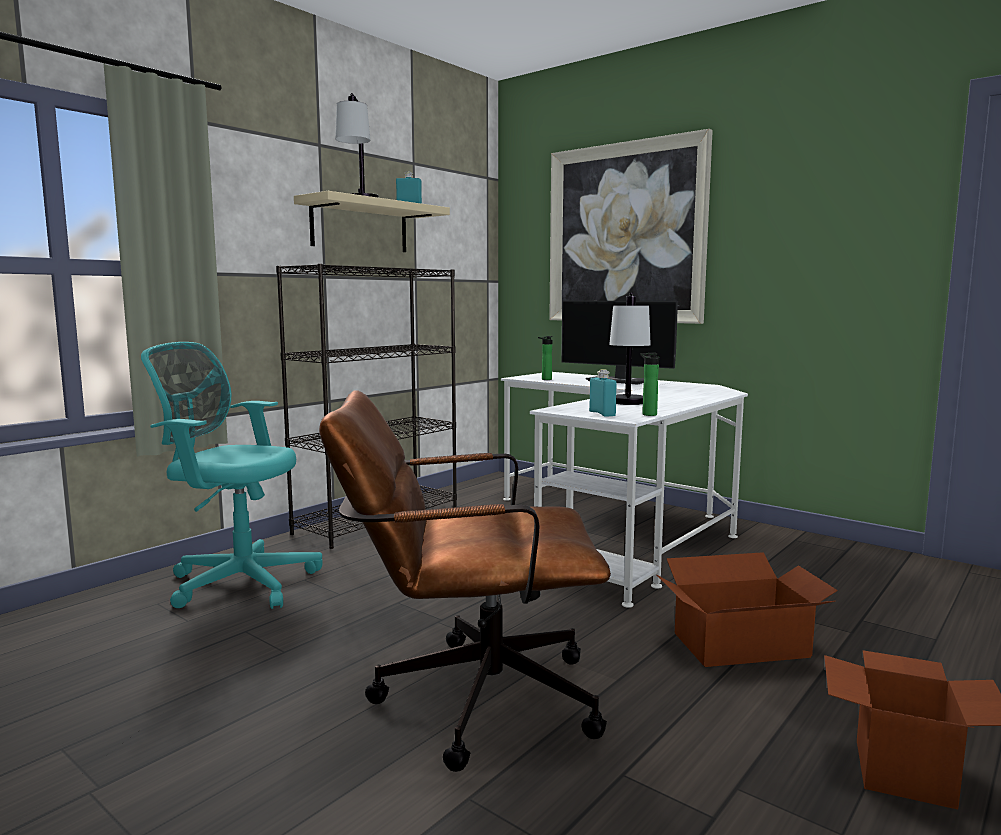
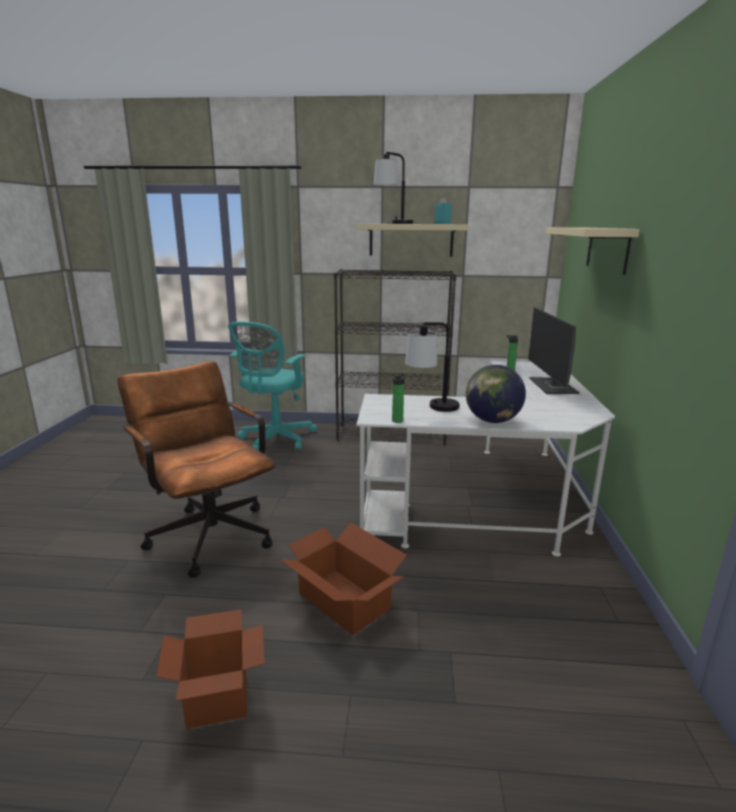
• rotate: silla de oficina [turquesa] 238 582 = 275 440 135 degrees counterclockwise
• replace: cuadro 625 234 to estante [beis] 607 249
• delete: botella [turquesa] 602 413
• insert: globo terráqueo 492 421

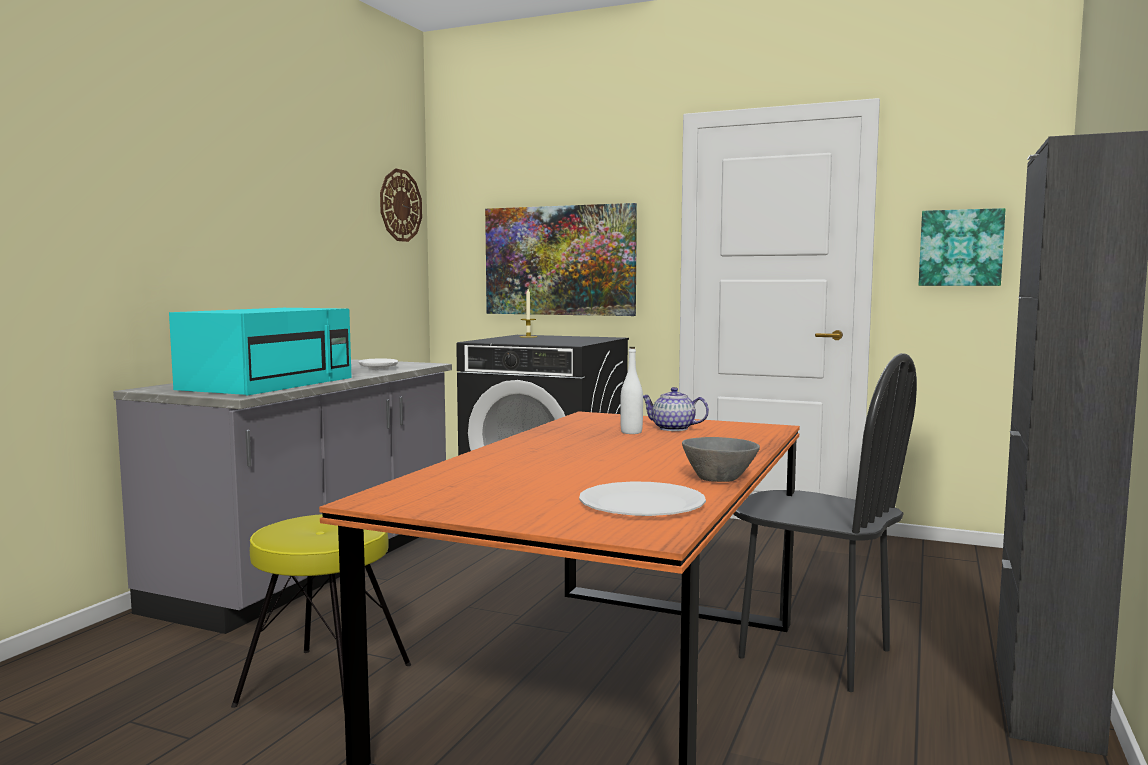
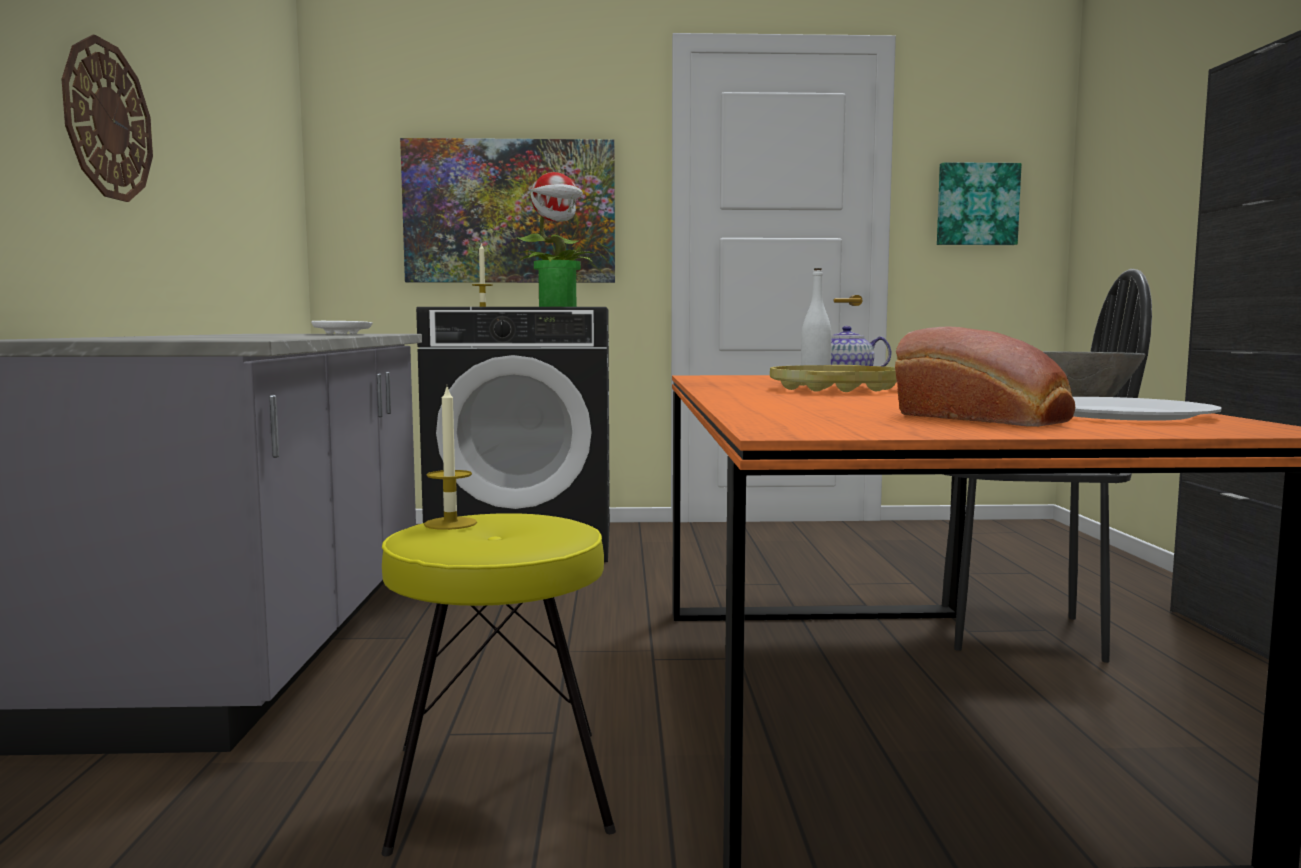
• delete: microondas [turquesa] 269 383
• move: reloj de pared 400 205 to 107 121
• insert: vela 450 523
• insert: planta en maceta 558 306
• insert: bandeja [amarillo] 836 389
• insert: pan 986 419

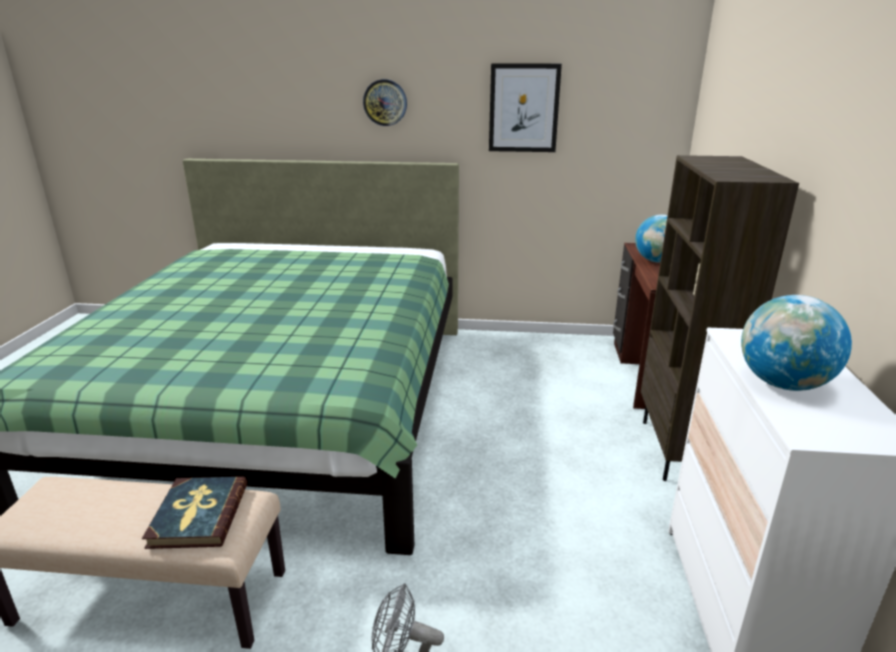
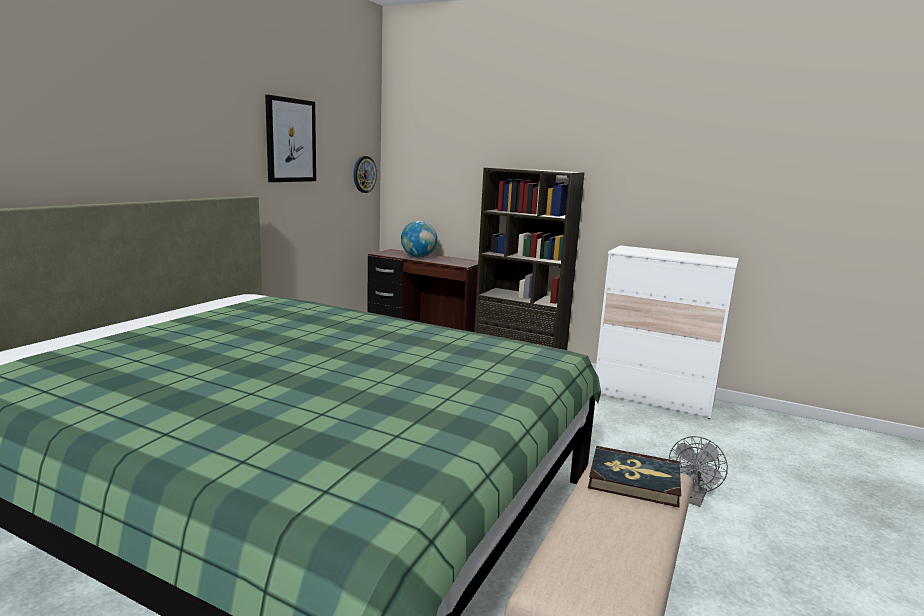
• move: reloj de pared 385 102 to 364 174
• delete: globo terráqueo 782 384

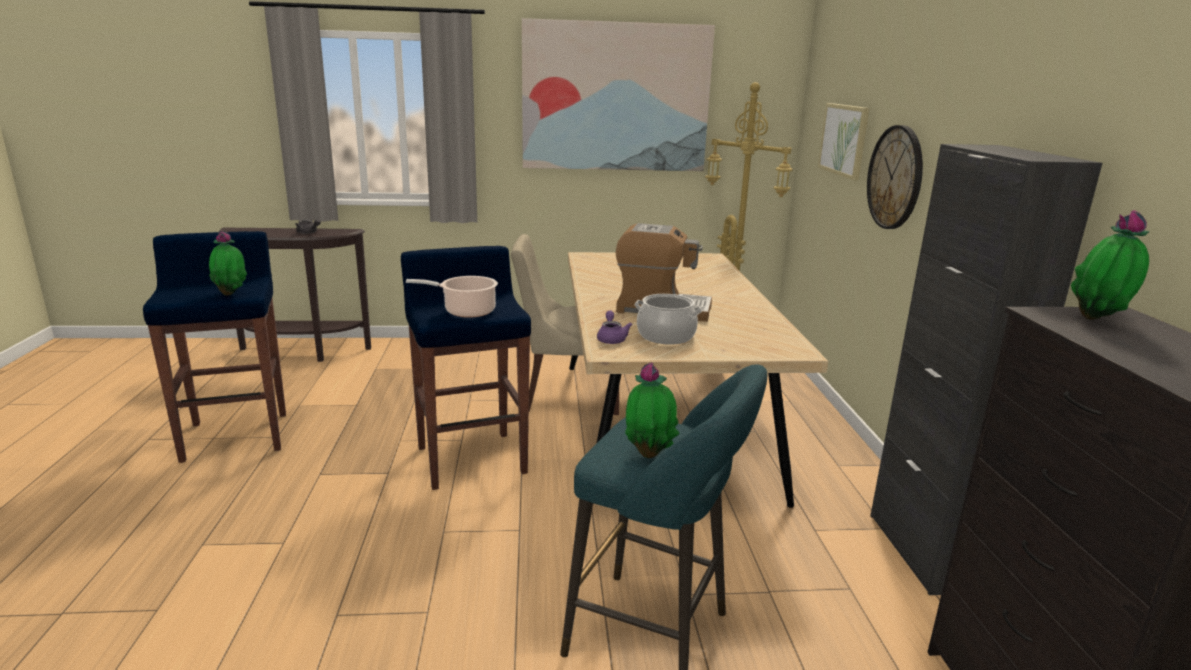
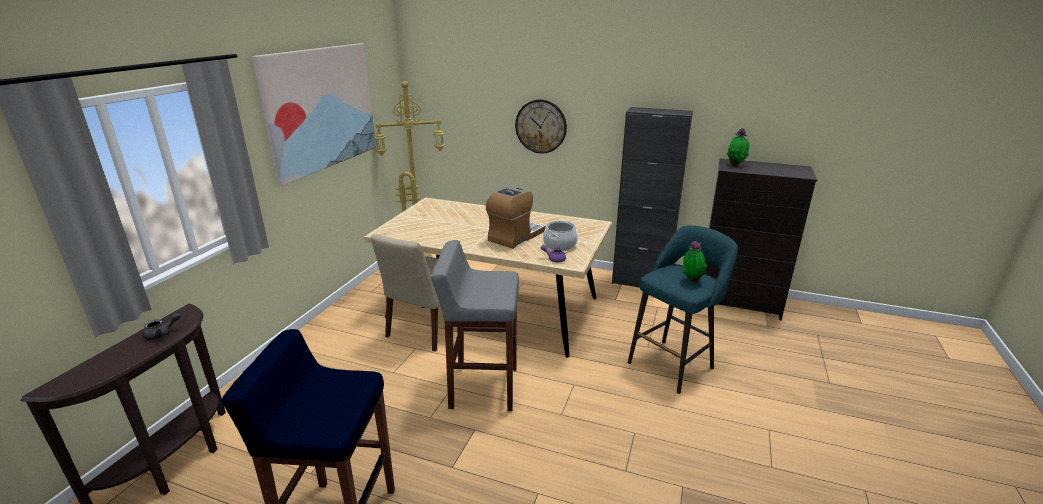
• delete: planta en maceta 231 294
• recolor: taburete [azul] 471 459 to taburete [gris] 482 387
• delete: olla 466 311
• delete: cuadro 844 140

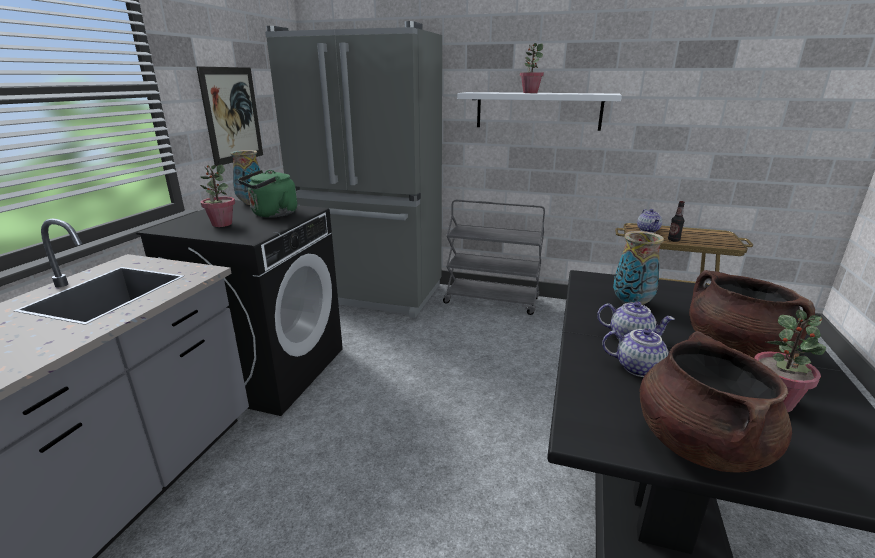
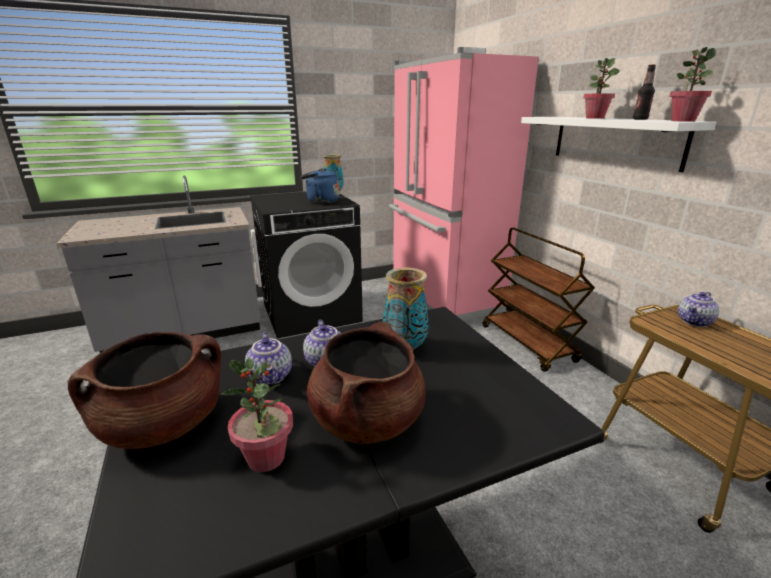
• delete: cuadro 232 115
• move: planta en maceta 221 224 to 682 121
• recolor: hervidor [verde] 272 214 to hervidor [azul] 321 201
• recolor: nevera [gris] 372 294 to nevera [rosa] 442 297
• recolor: carrito [gris] 492 301 to carrito [marrón] 528 344
• move: botella 673 240 to 640 119

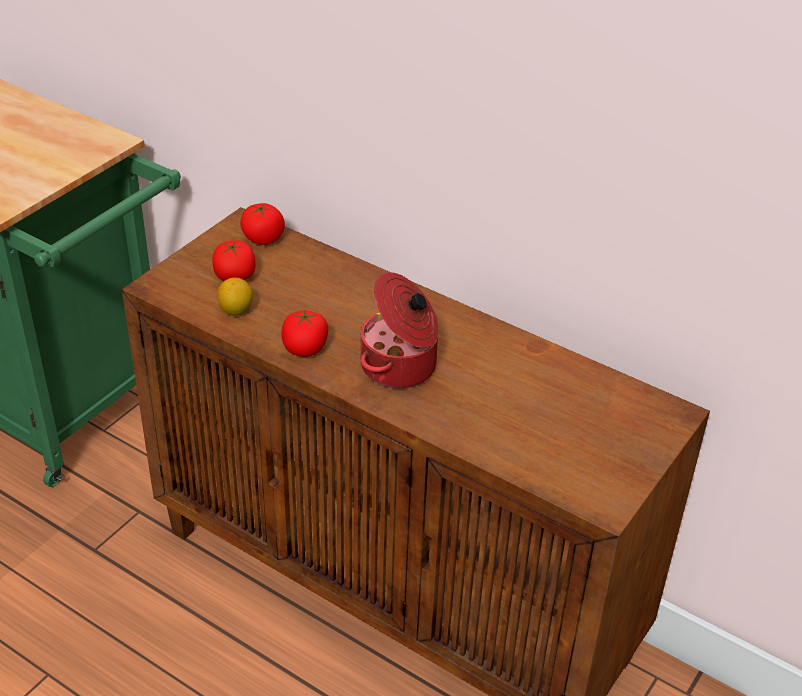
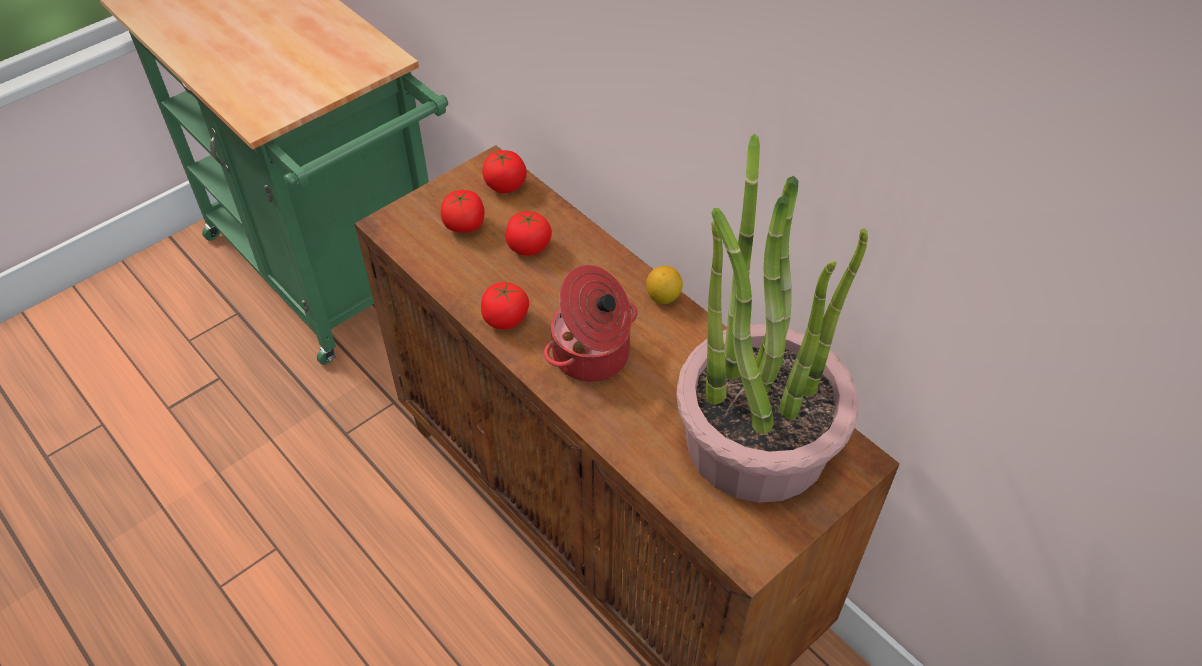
• move: limón 236 311 to 663 297
• insert: tomate 529 246
• insert: planta en maceta 756 439

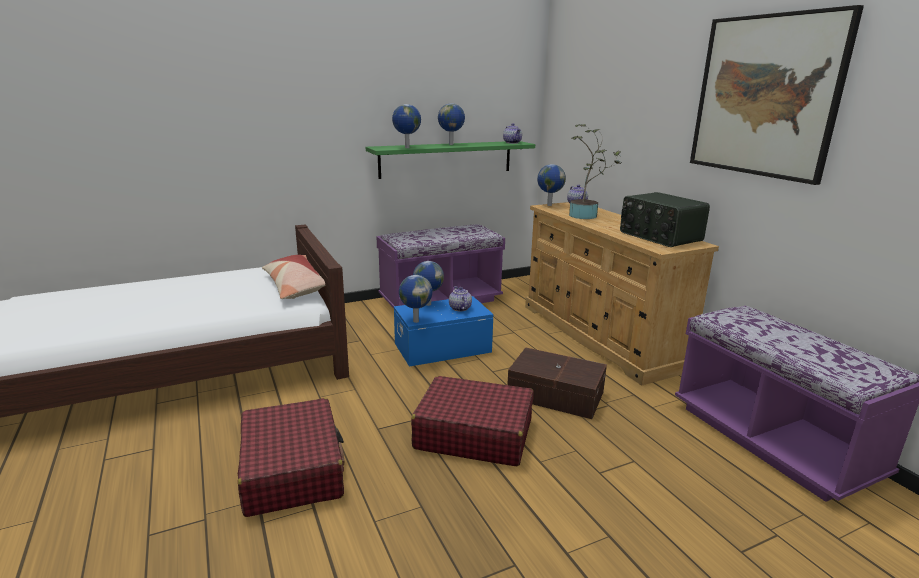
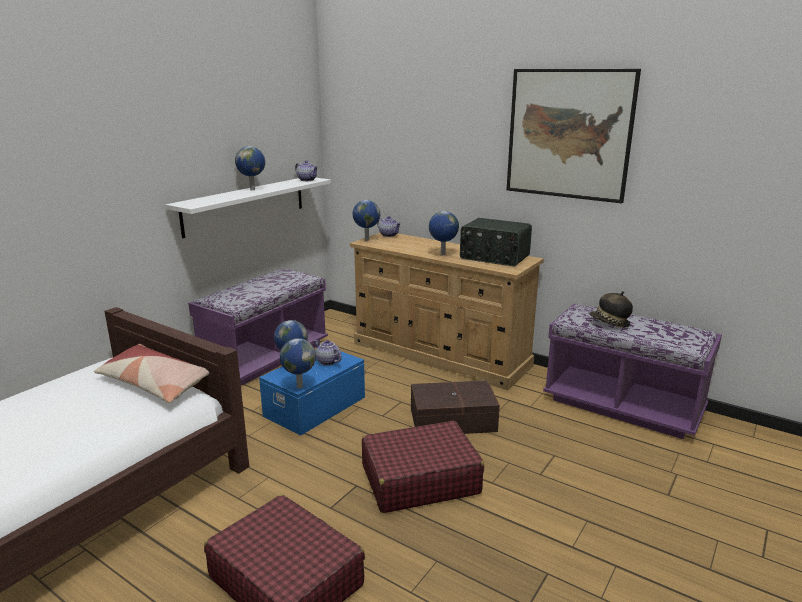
• recolor: estante [verde] 446 159 to estante [blanco] 245 205
• move: globo terráqueo 406 147 to 442 254
• delete: planta en maceta 586 216
• insert: sombrero 609 323

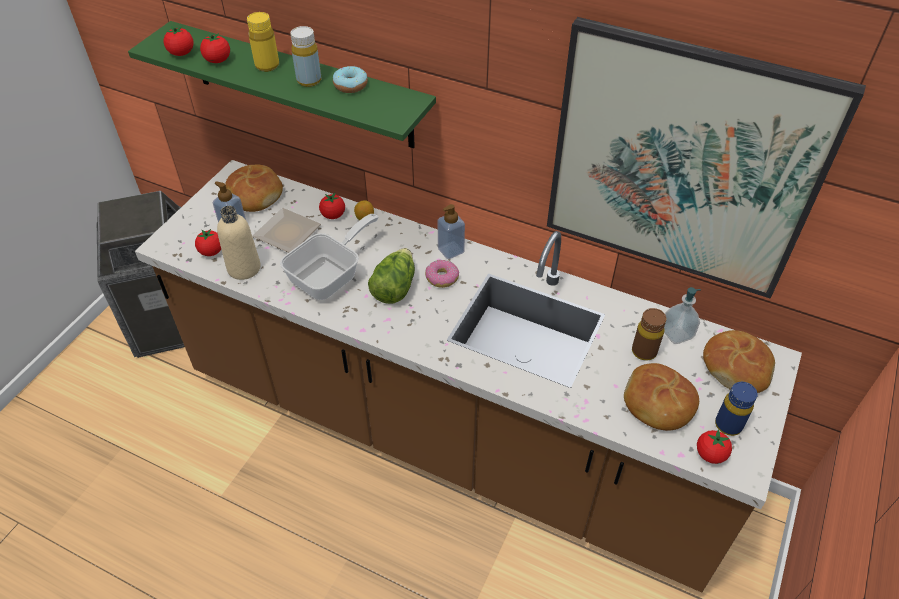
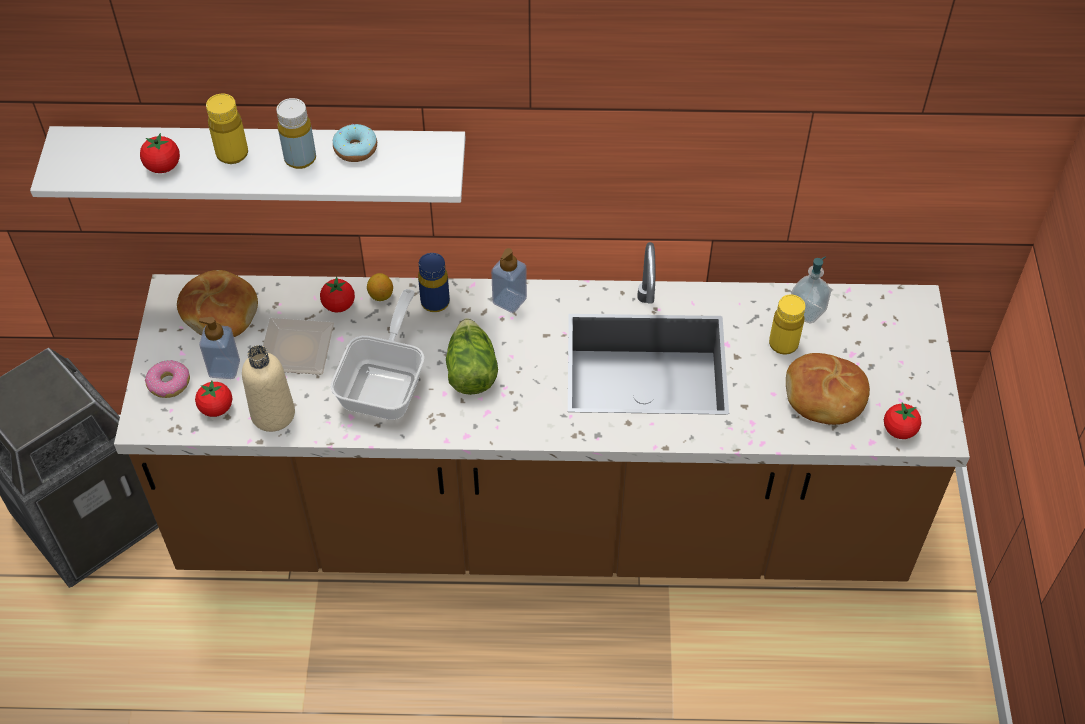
• recolor: estante [verde] 300 85 to estante [blanco] 263 160
• delete: tomate 181 53
• move: rosquilla 441 278 to 169 384
• delete: cuadro 682 163
• recolor: botella [marrón] 644 351 to botella [amarillo] 783 344
• delete: pan 736 367
• move: botella [azul] 728 425 to 435 302

